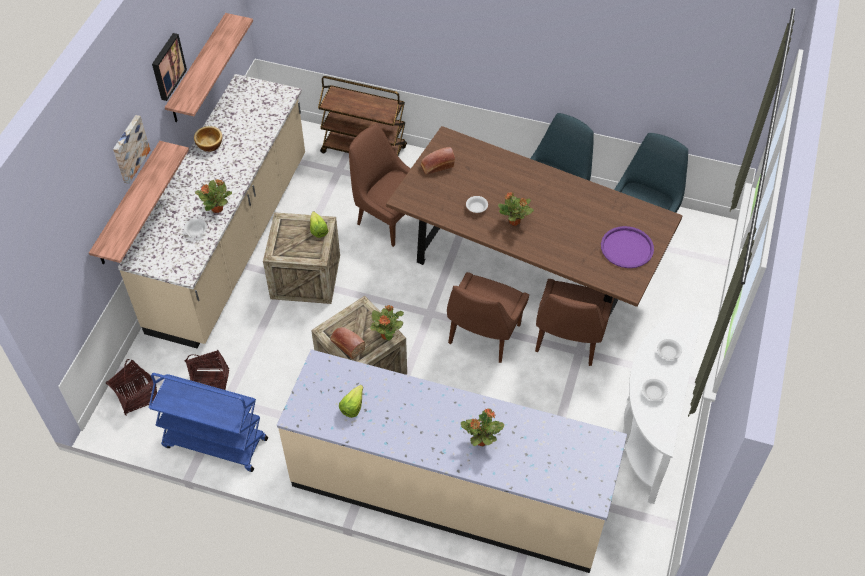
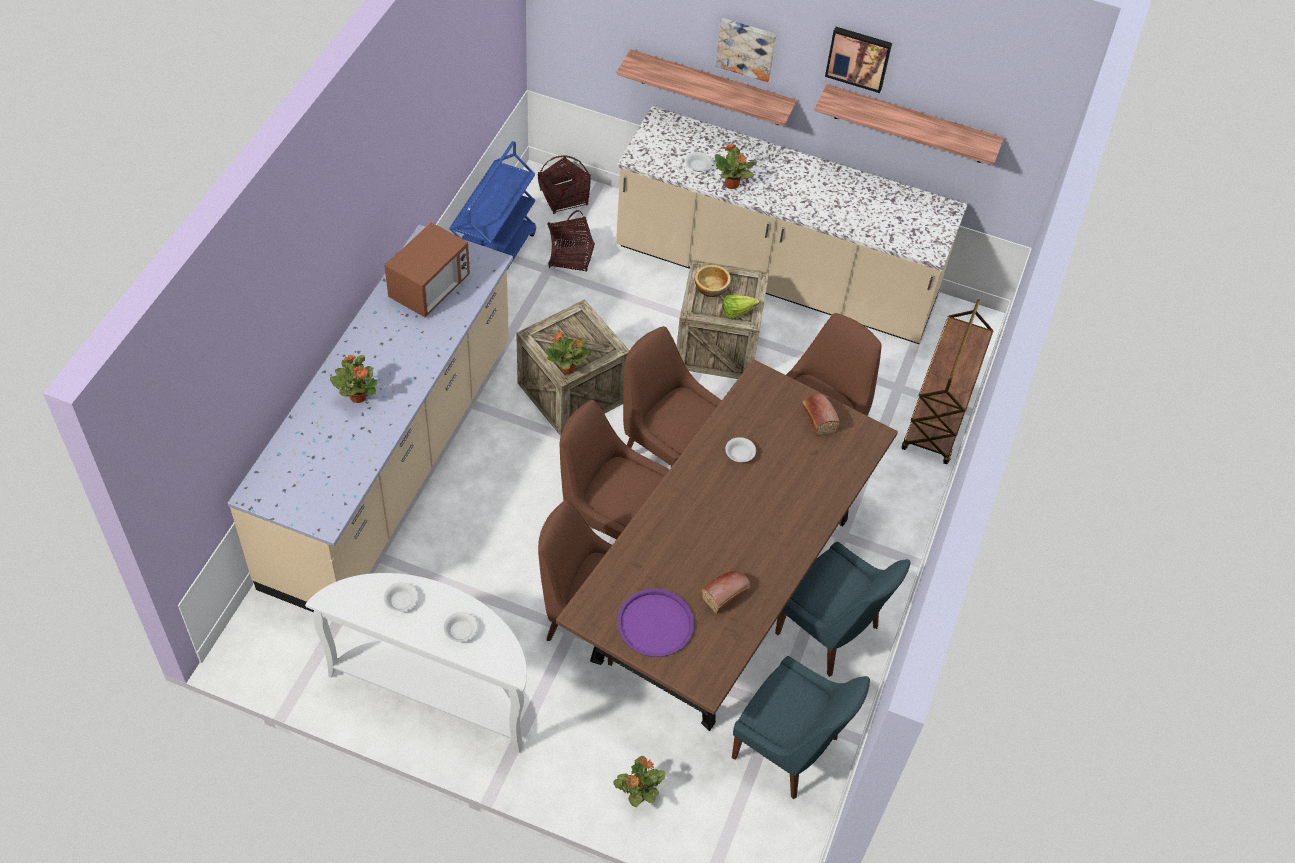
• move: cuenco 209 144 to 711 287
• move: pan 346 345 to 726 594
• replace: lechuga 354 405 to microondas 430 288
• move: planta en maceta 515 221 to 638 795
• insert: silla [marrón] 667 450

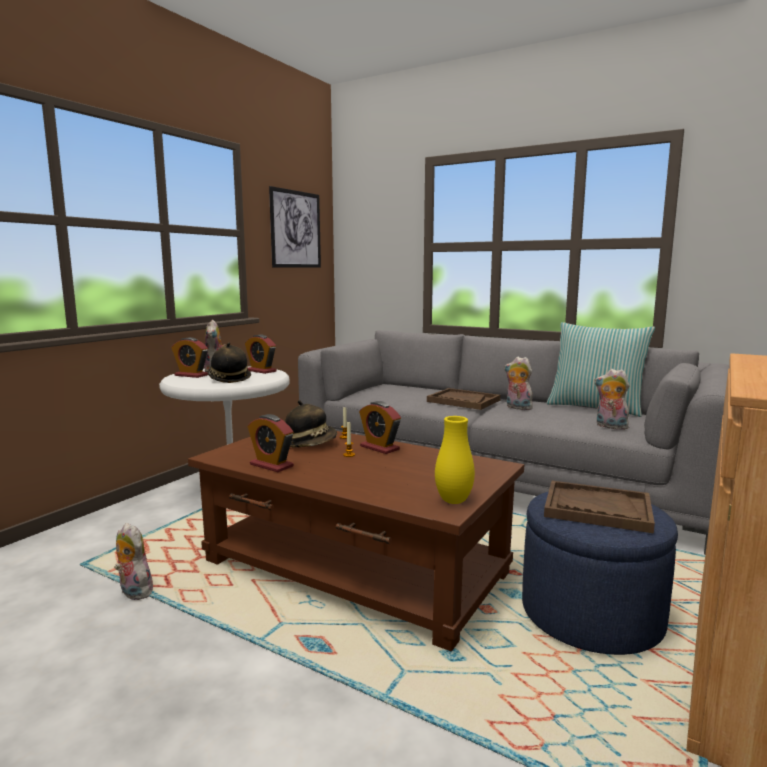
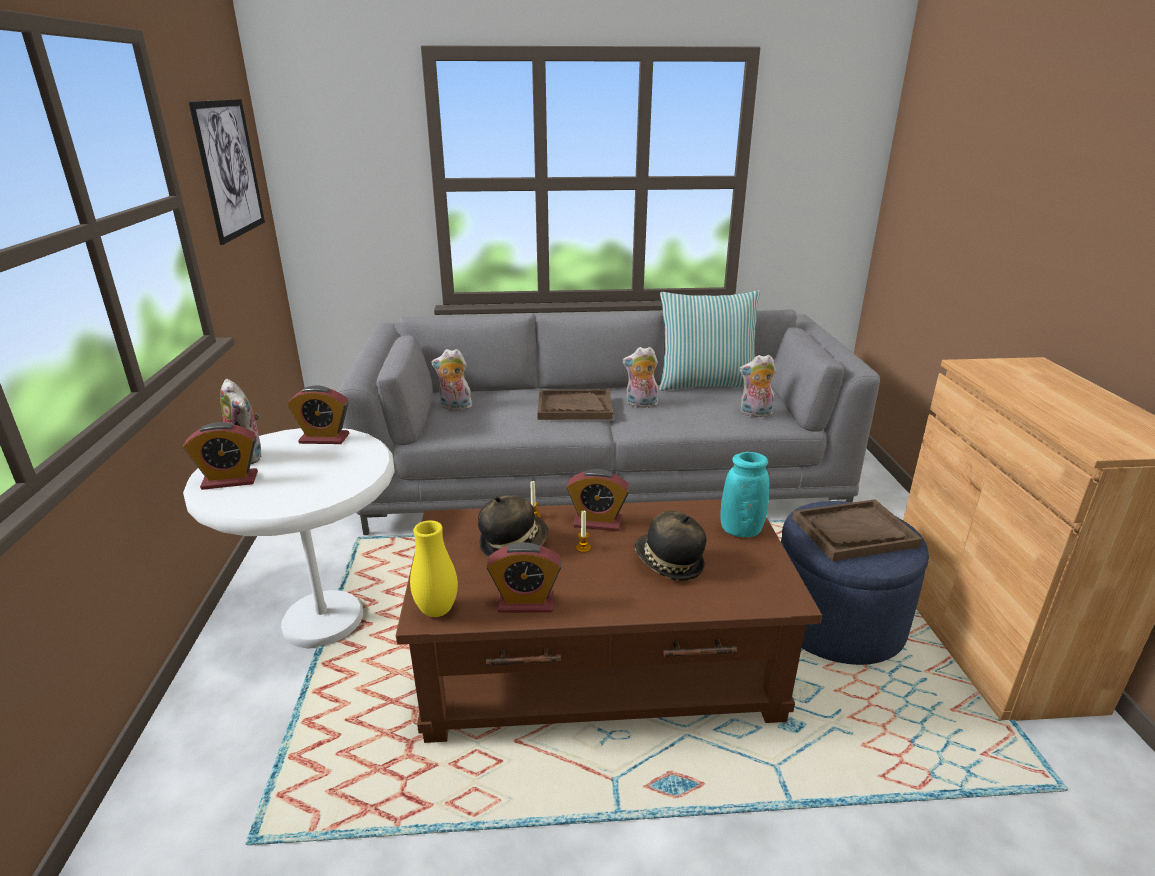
• move: peluche 133 592 to 454 407
• move: sombrero 229 379 to 668 563
• move: florero [amarillo] 453 501 to 437 610
• insert: florero [turquesa] 741 530

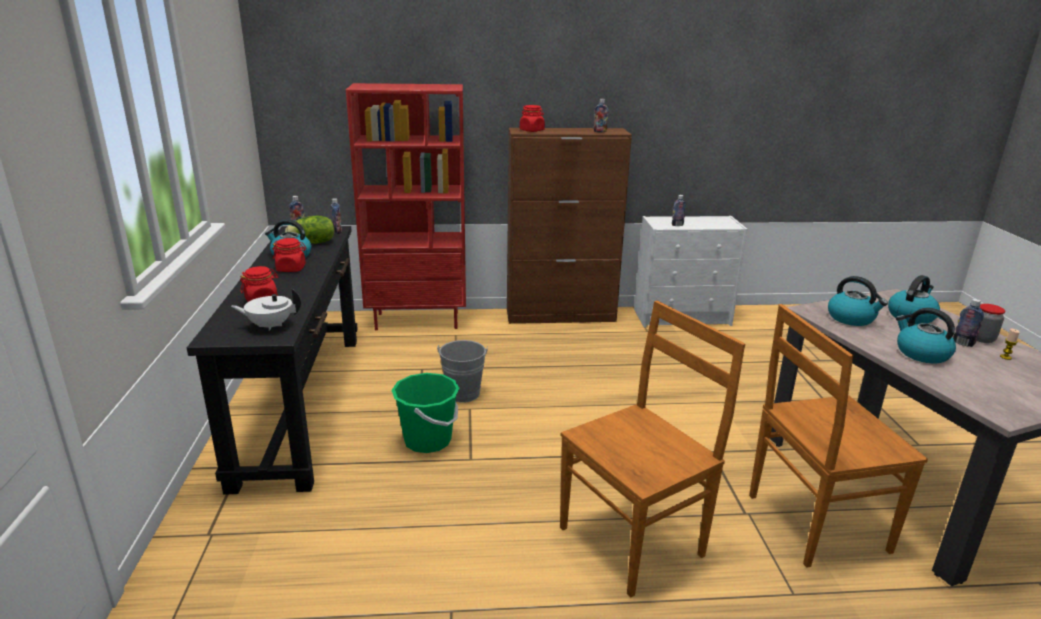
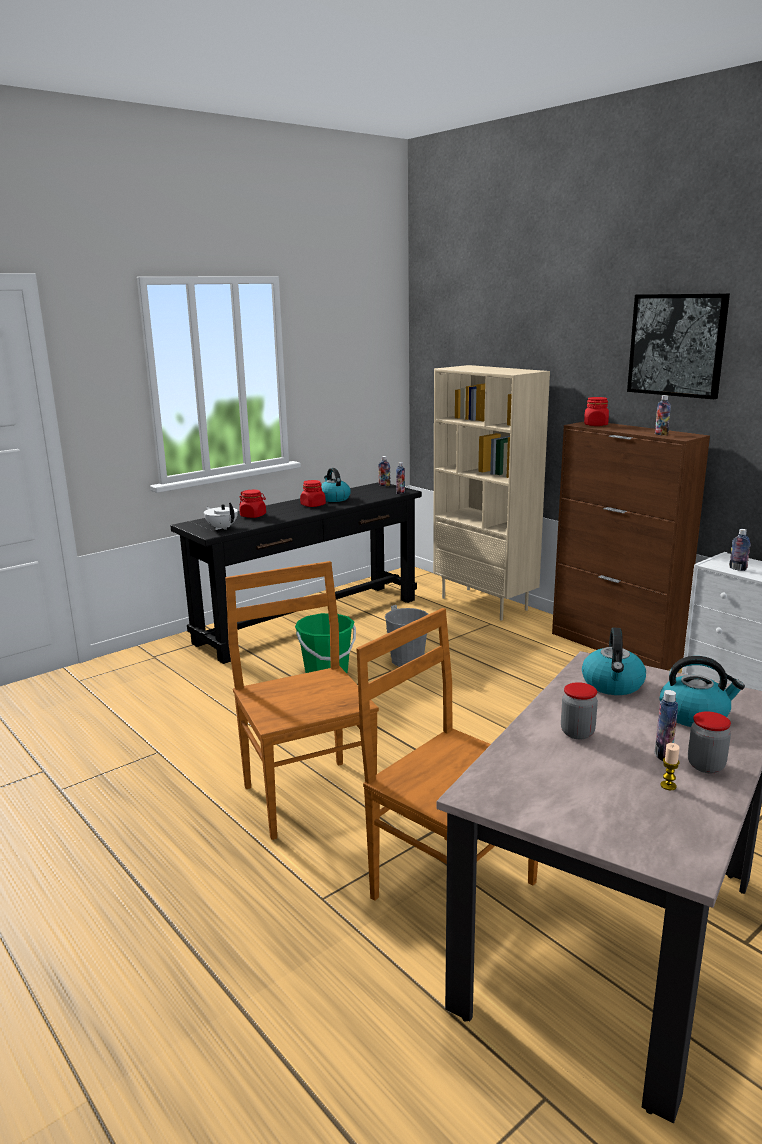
• delete: lechuga 313 243
• recolor: estantería [rojo] 418 320 to estantería [beis] 485 604
• rotate: silla [marrón] 634 540 = 307 795 135 degrees counterclockwise
• replace: hervidor 921 353 to tarro 577 733
• insert: cuadro 677 345

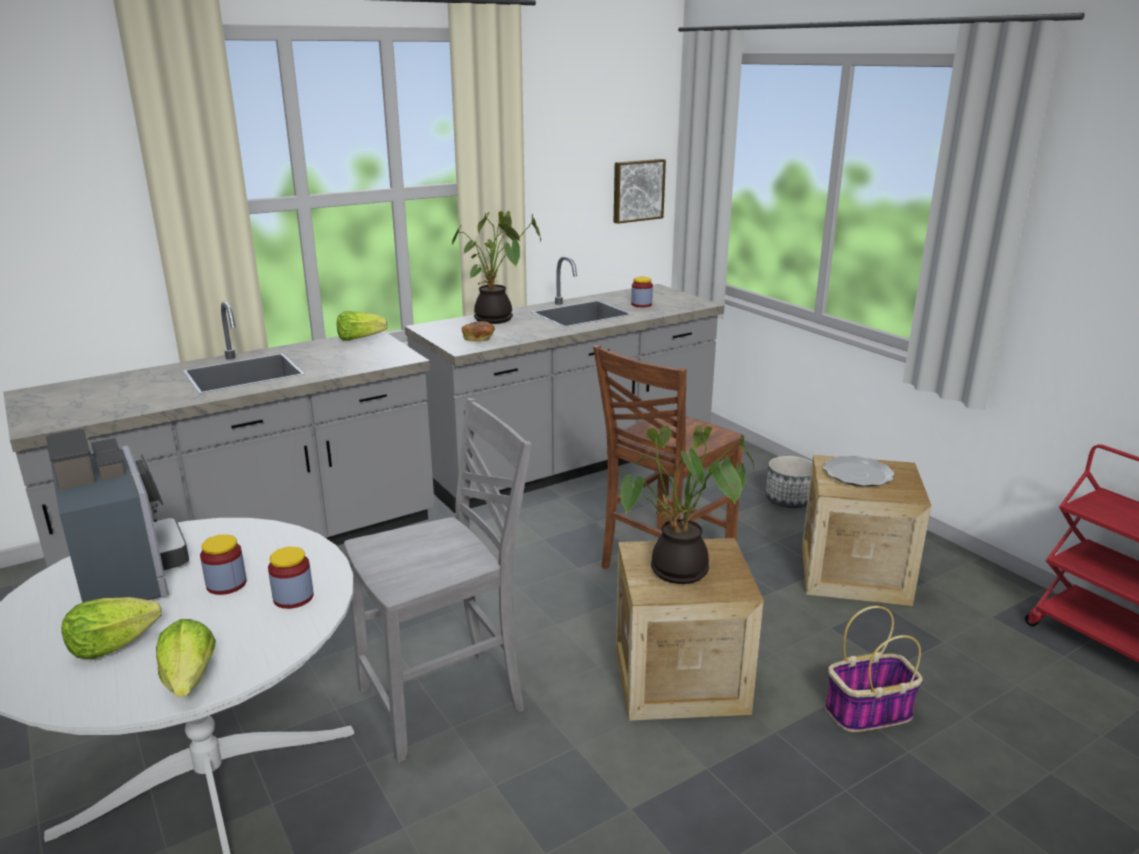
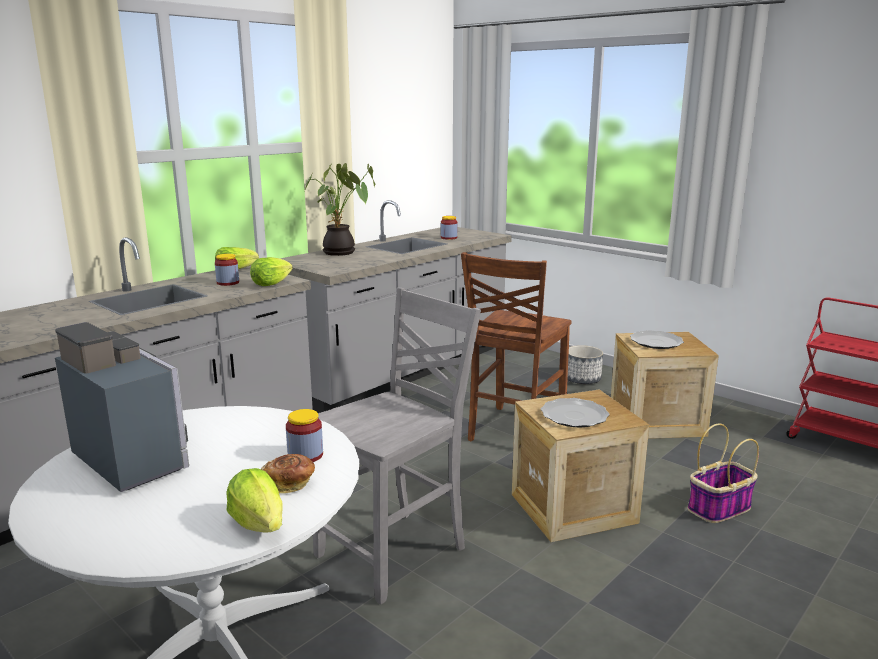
• move: lechuga 112 646 to 270 284
• move: tarro 226 584 to 228 283
• move: pan 479 339 to 289 484
• delete: cuadro 637 190
• replace: planta en maceta 677 573 to plato 574 416

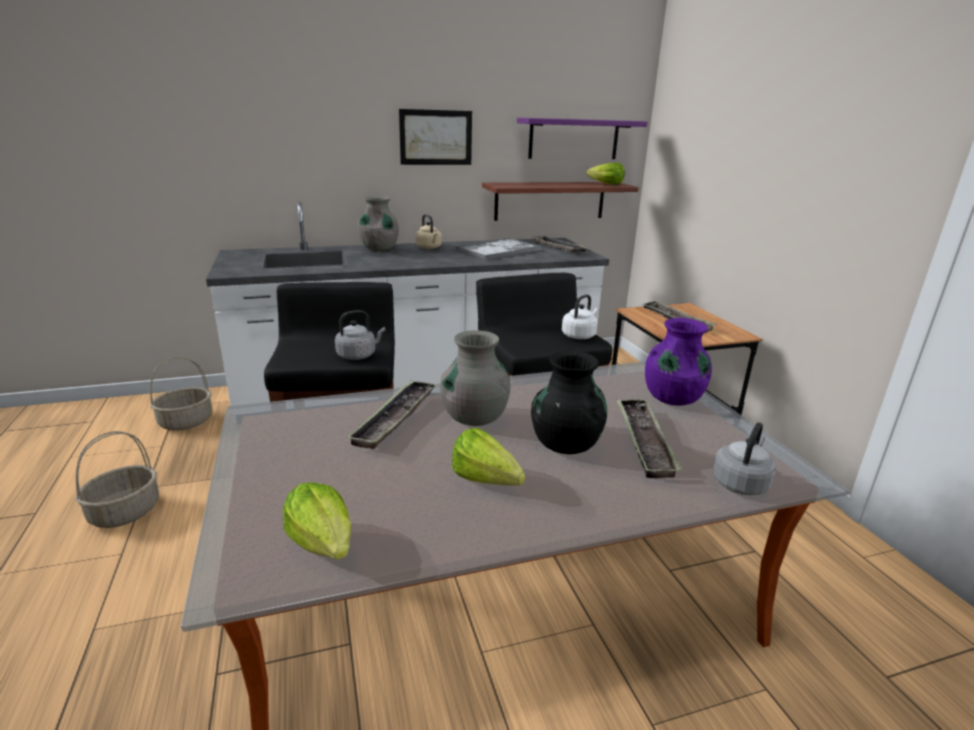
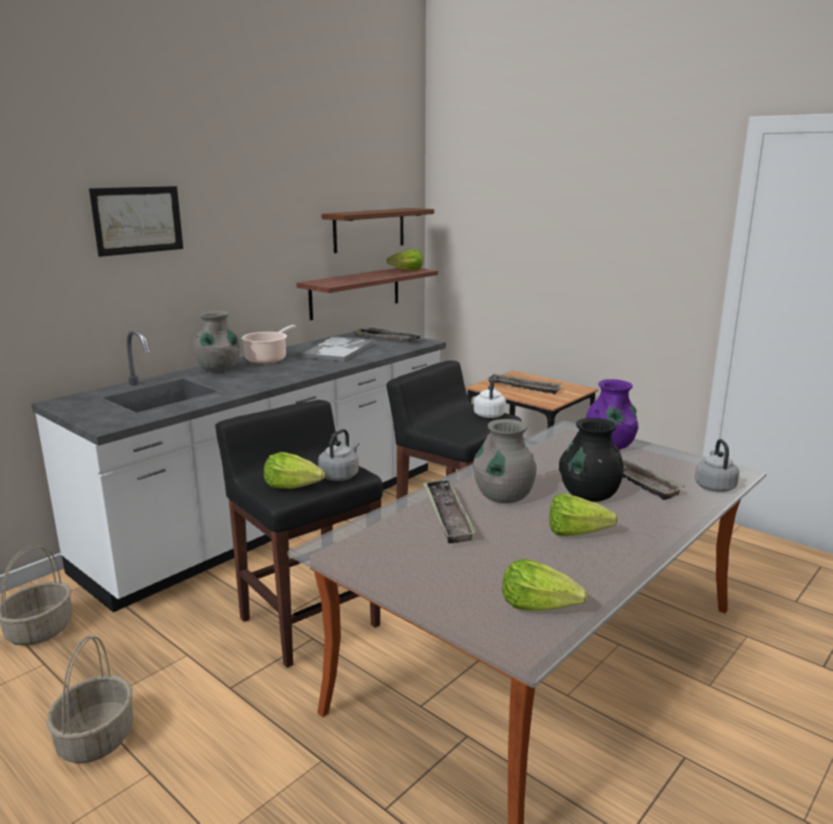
• move: cuadro 436 137 to 138 220
• replace: hervidor [beis] 429 248 to olla 268 359
• recolor: estante [morado] 574 139 to estante [marrón] 369 229
• insert: lechuga 293 486

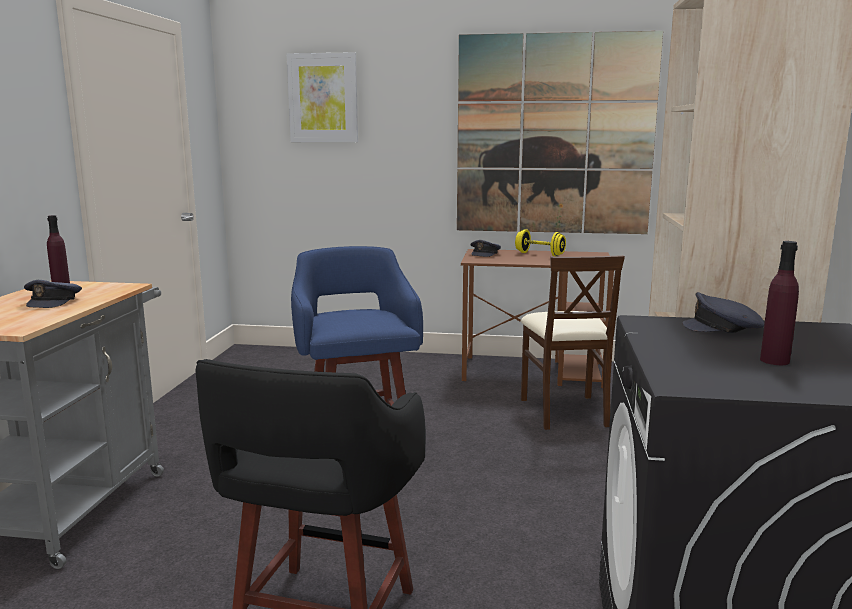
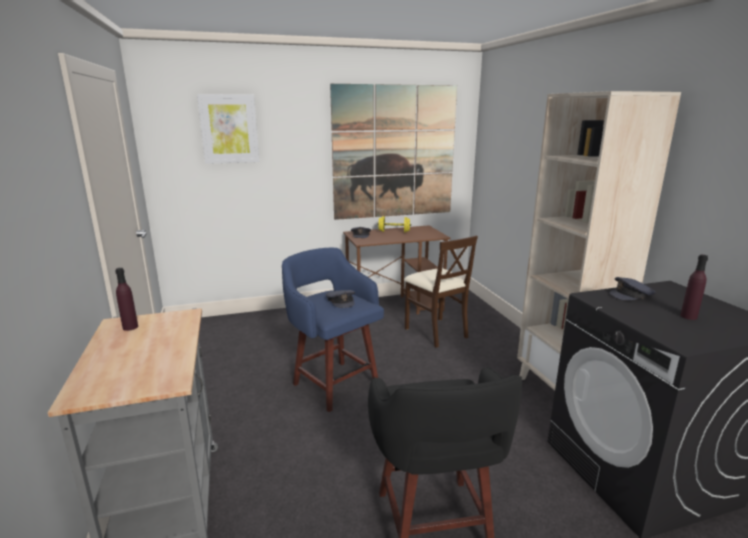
• move: gorra [gris] 54 301 to 341 301

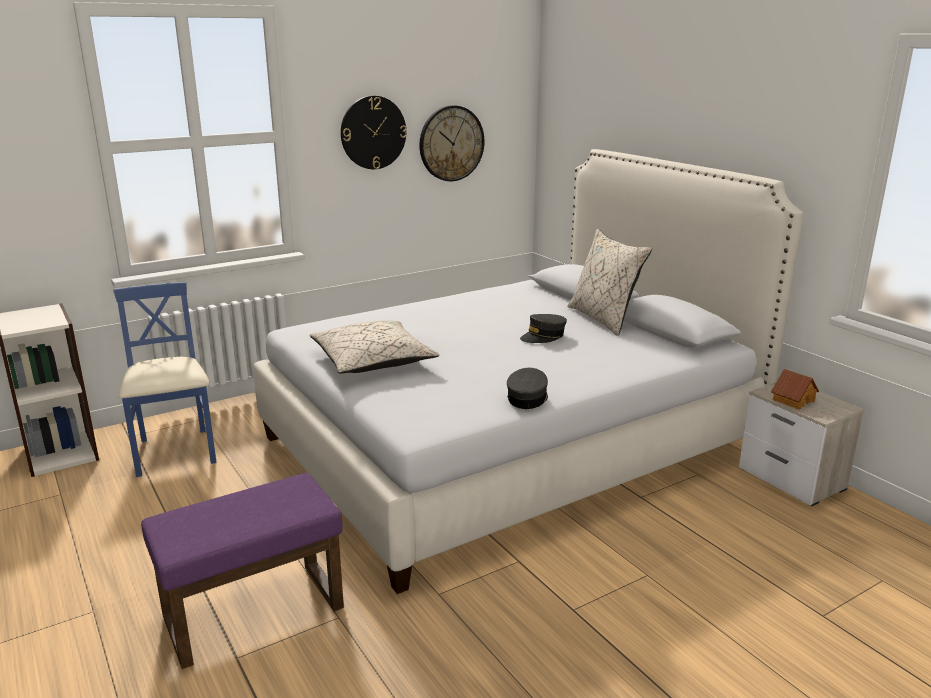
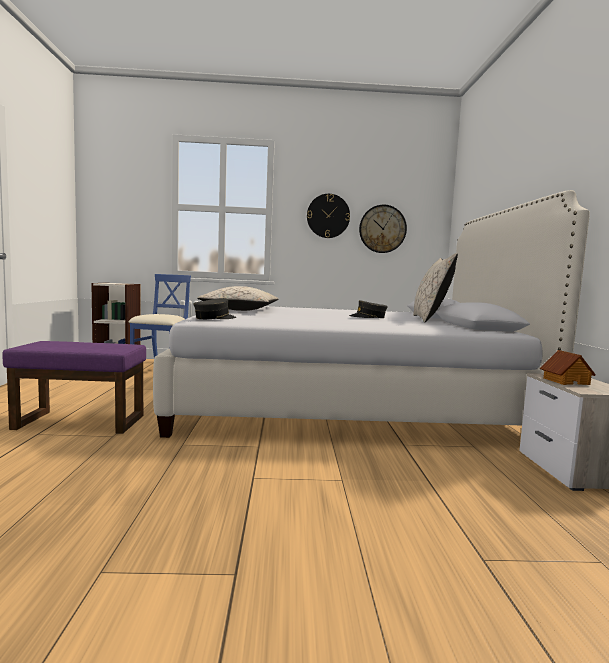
• move: gorra [gris] 527 398 to 214 318

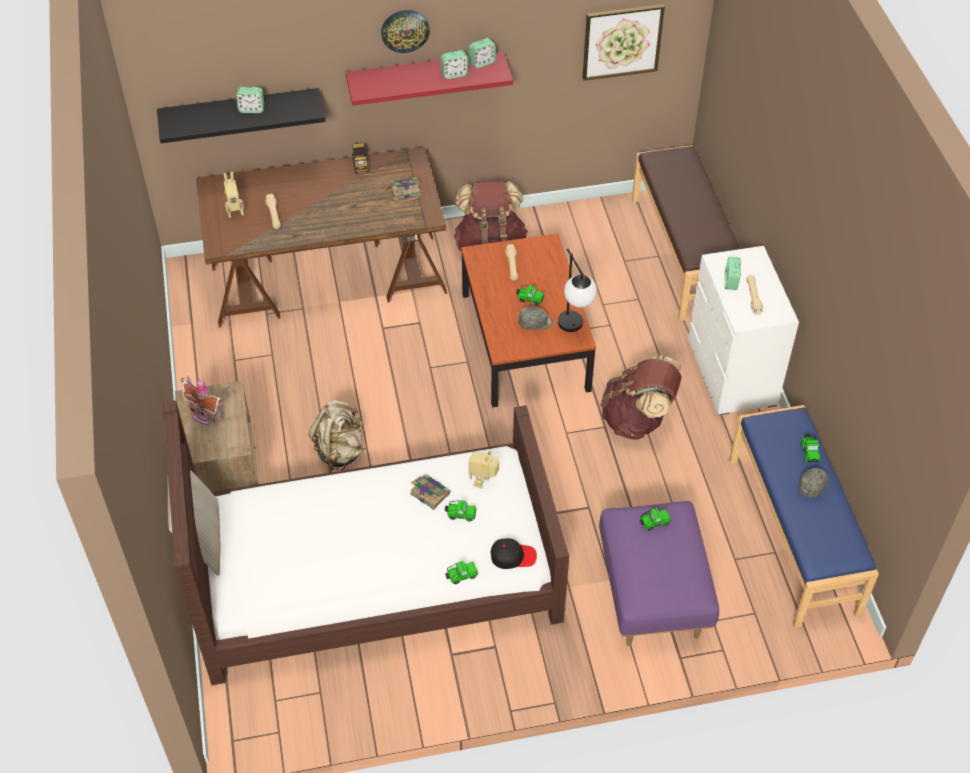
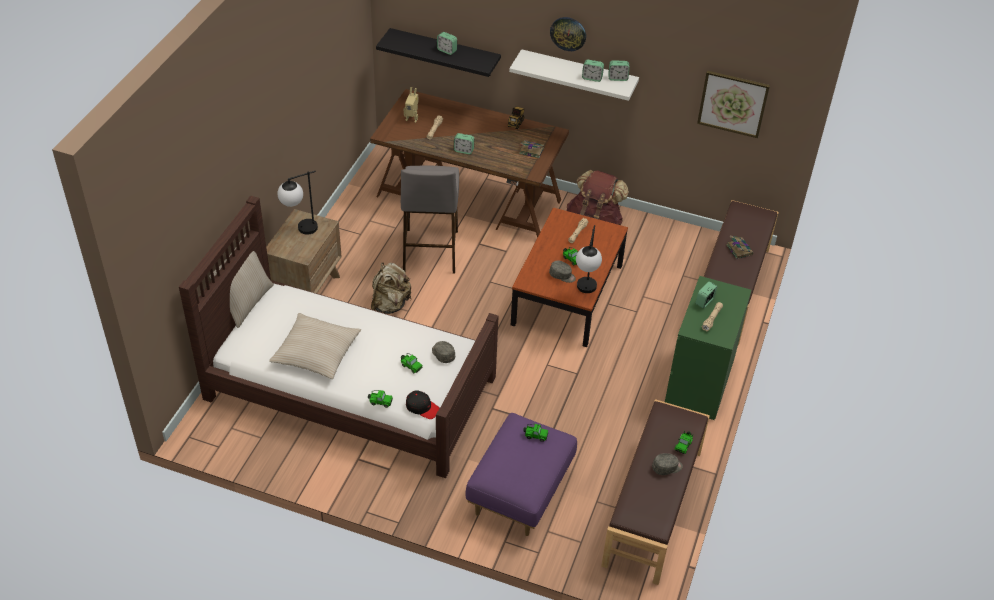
• replace: casita 205 414 to lámpara de mesa 300 230
• recolor: estante [rojo] 425 76 to estante [blanco] 578 75
• move: libro 429 493 to 739 249
• replace: robot de juguete 484 482 to gorra [gris] 442 354
• delete: mochila [marrón] 638 420
• recolor: cómoda [blanco] 731 373 to cómoda [verde] 699 383
• recolor: banco [azul] 794 534 to banco [marrón] 653 508
• insert: cojín [beis] 316 352
• insert: taburete [gris] 430 251
• insert: despertador 463 150

